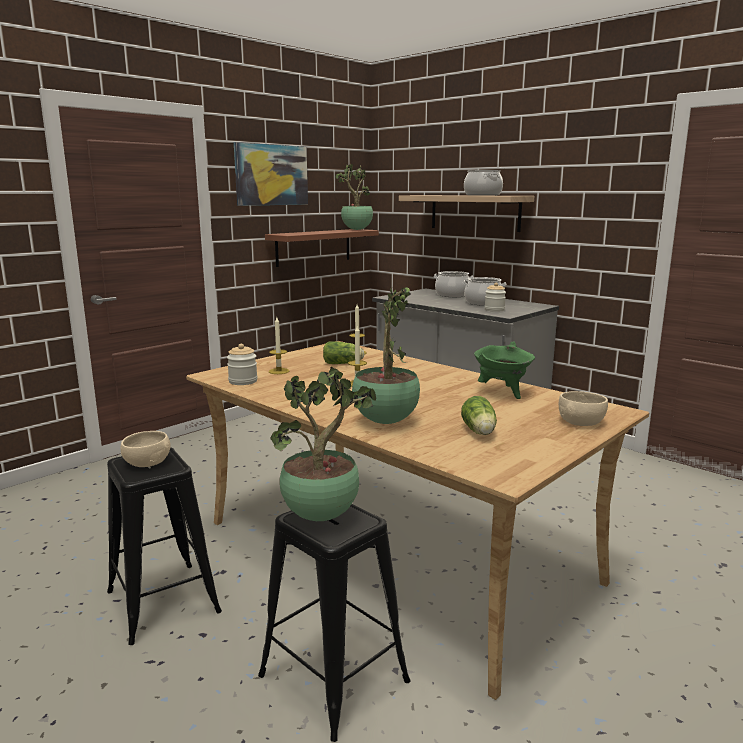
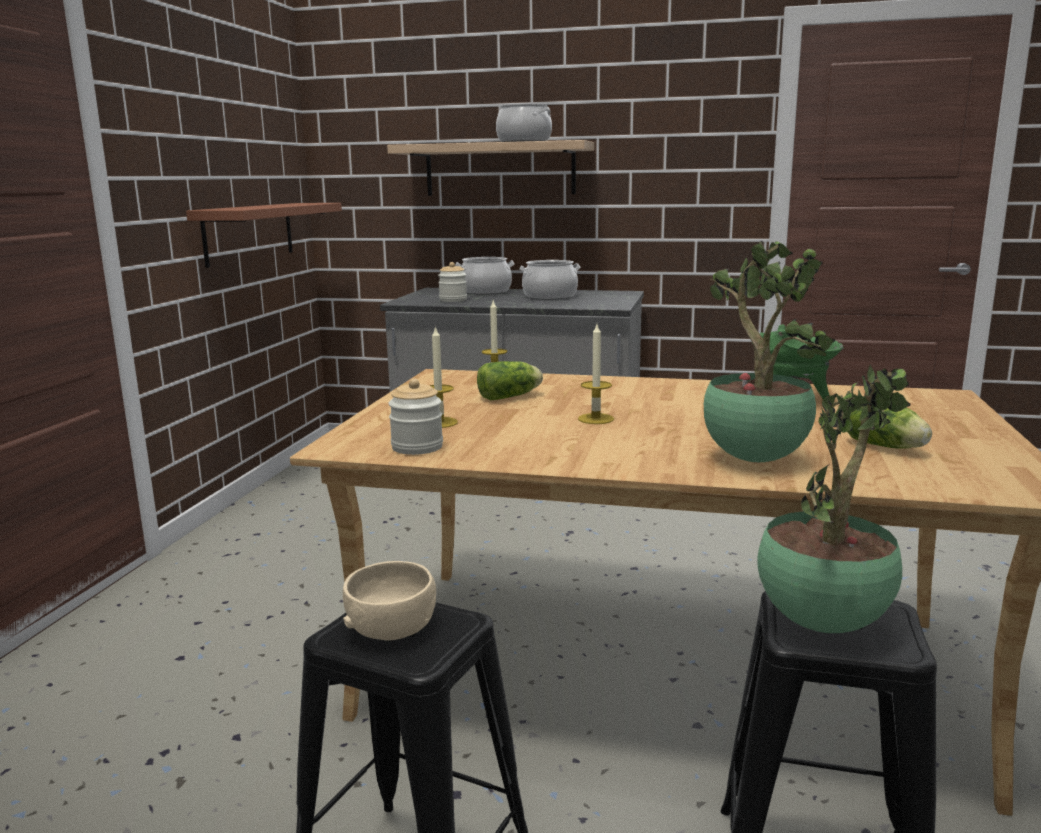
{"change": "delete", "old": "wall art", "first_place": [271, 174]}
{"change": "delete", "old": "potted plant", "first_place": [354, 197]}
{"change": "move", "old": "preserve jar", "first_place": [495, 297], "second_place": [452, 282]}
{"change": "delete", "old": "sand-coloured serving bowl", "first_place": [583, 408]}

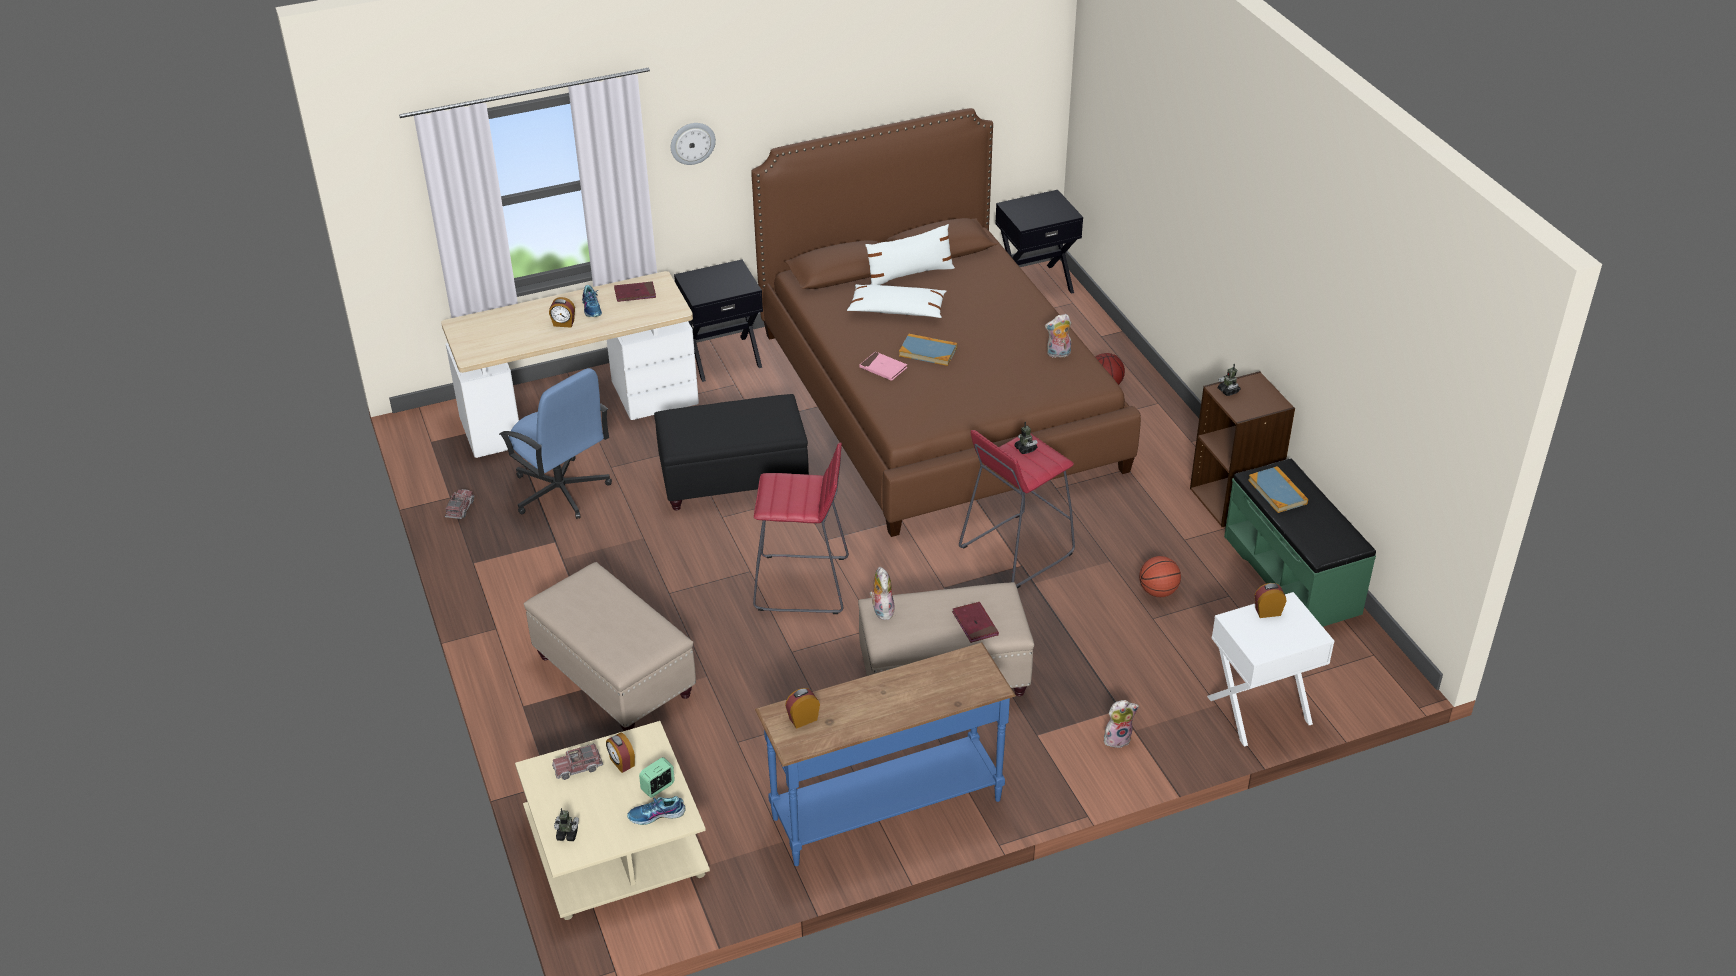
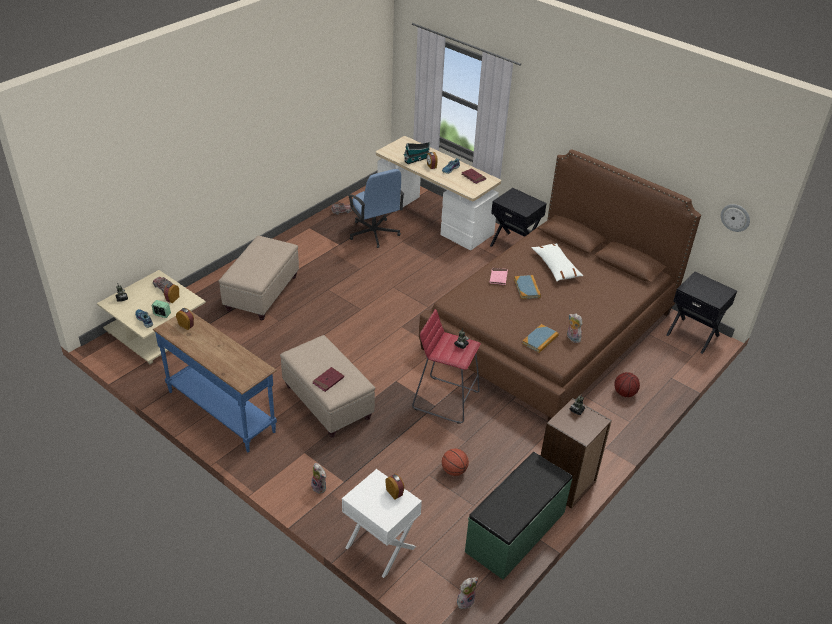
{"change": "rotate", "old": "blue desk chair", "first_place": [555, 443], "second_place": [376, 208], "degrees": -45}
{"change": "delete", "old": "black-coloured pouffe", "first_place": [731, 452]}
{"change": "move", "old": "wall clock", "first_place": [693, 144], "second_place": [735, 218]}
{"change": "delete", "old": "reddish stool seat", "first_place": [801, 528]}
{"change": "delete", "old": "white-coloured cushion", "first_place": [910, 254]}
{"change": "move", "old": "soft toy", "first_place": [882, 593], "second_place": [467, 593]}
{"change": "move", "old": "volume", "first_place": [1278, 489], "second_place": [540, 338]}
{"change": "insert", "new": "miniature house", "second_place": [417, 153]}

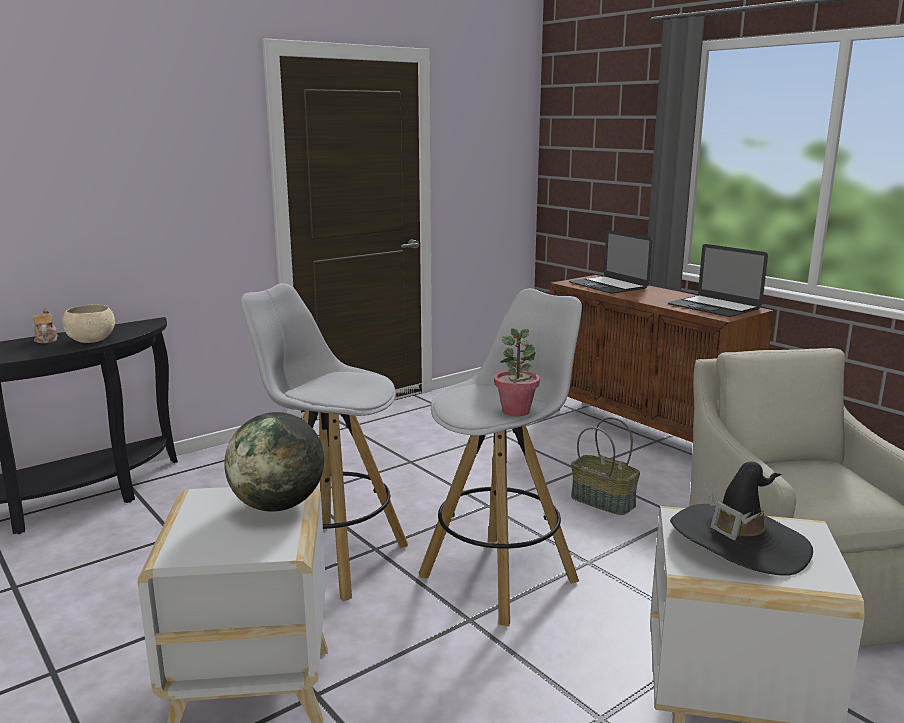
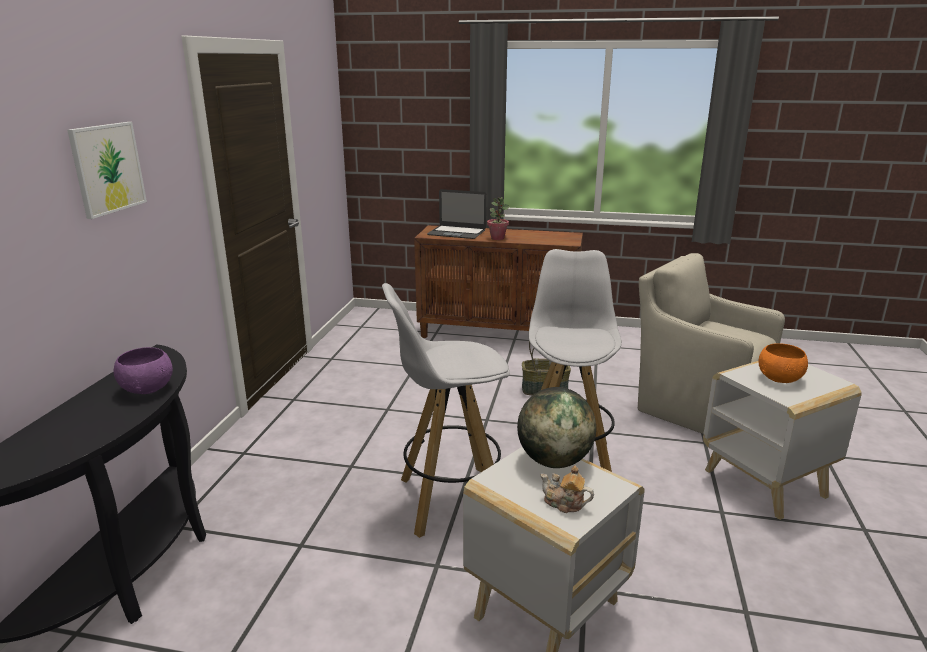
{"change": "move", "old": "tea pot", "first_place": [45, 325], "second_place": [567, 489]}
{"change": "recolor", "old": "sand-coloured serving bowl", "new": "purplish serving bowl", "first_place": [88, 323], "second_place": [143, 370]}
{"change": "move", "old": "potted plant", "first_place": [517, 372], "second_place": [498, 218]}
{"change": "delete", "old": "laptop", "first_place": [718, 280]}
{"change": "replace", "old": "black-coloured clothing hat", "new": "orange-coloured serving bowl", "first_place": [741, 518], "second_place": [783, 363]}
{"change": "insert", "new": "wall art", "second_place": [107, 170]}

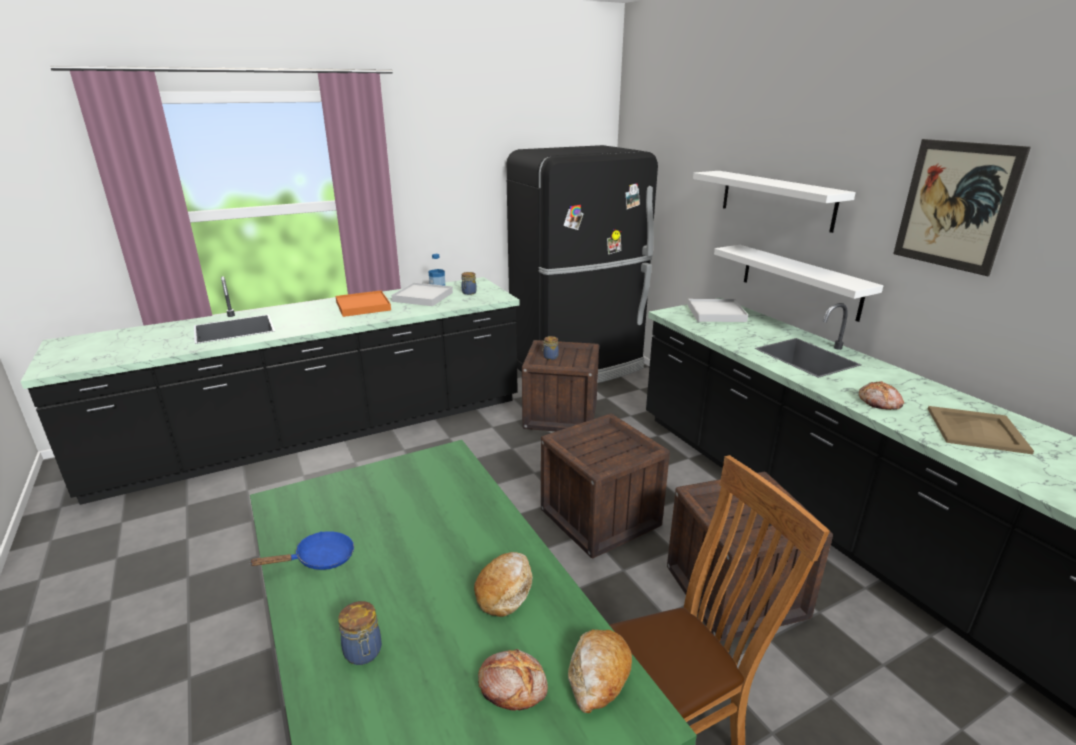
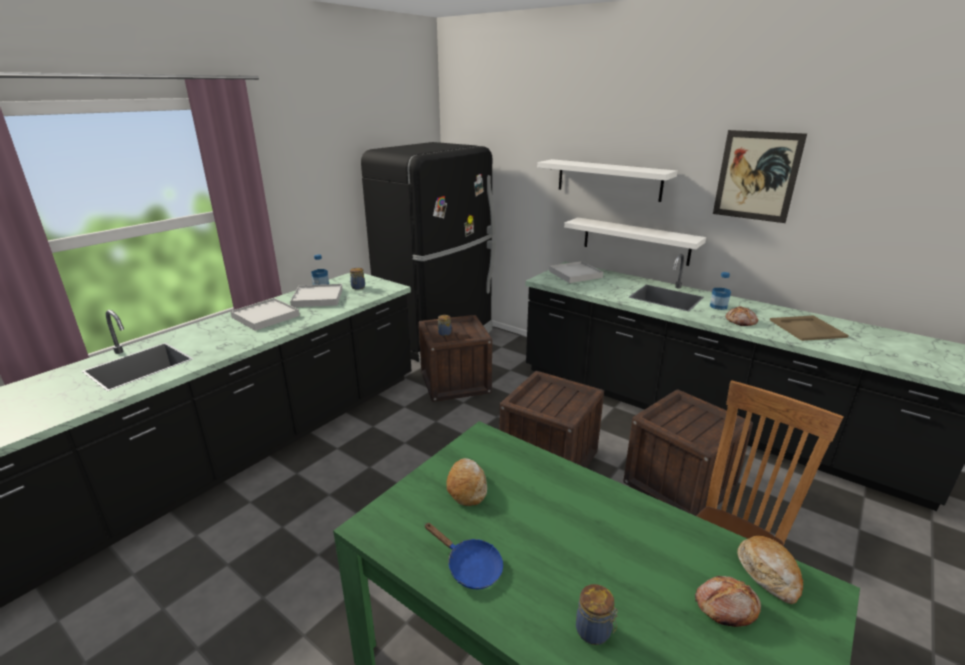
{"change": "rotate", "old": "blue frying pan", "first_place": [301, 550], "second_place": [463, 556], "degrees": 90}
{"change": "recolor", "old": "orange-coloured carrying tray", "new": "white-coloured carrying tray", "first_place": [363, 303], "second_place": [265, 314]}
{"change": "move", "old": "bread", "first_place": [503, 584], "second_place": [466, 482]}
{"change": "insert", "new": "drink bottle", "second_place": [720, 291]}

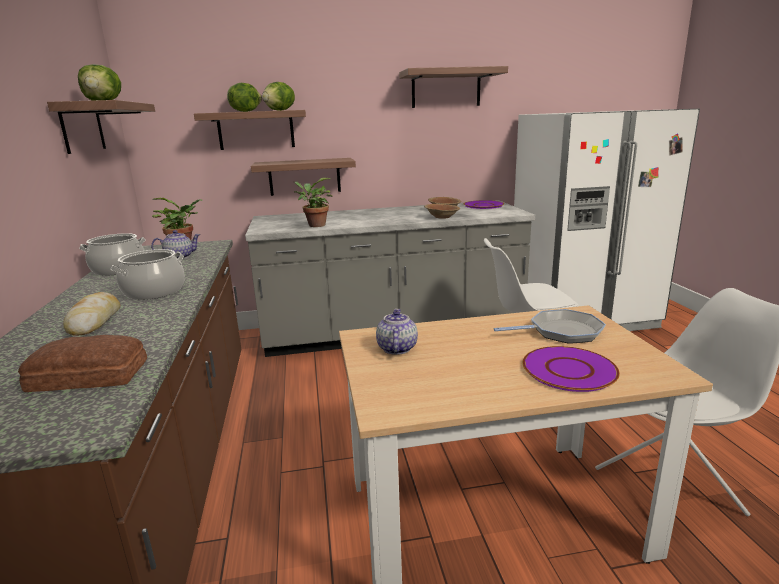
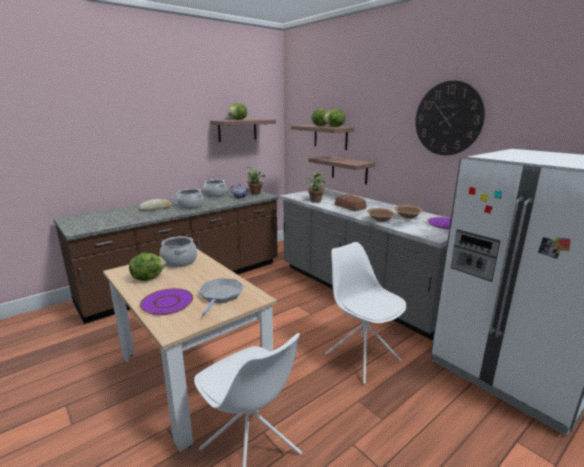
{"change": "move", "old": "bread", "first_place": [82, 363], "second_place": [350, 203]}
{"change": "replace", "old": "tea pot", "new": "stockpot", "first_place": [397, 332], "second_place": [178, 251]}
{"change": "replace", "old": "bracket shelf", "new": "wall clock", "first_place": [453, 87], "second_place": [450, 117]}
{"change": "rotate", "old": "frying pan", "first_place": [550, 326], "second_place": [221, 296], "degrees": -135}
{"change": "insert", "new": "head of lettuce", "second_place": [147, 267]}

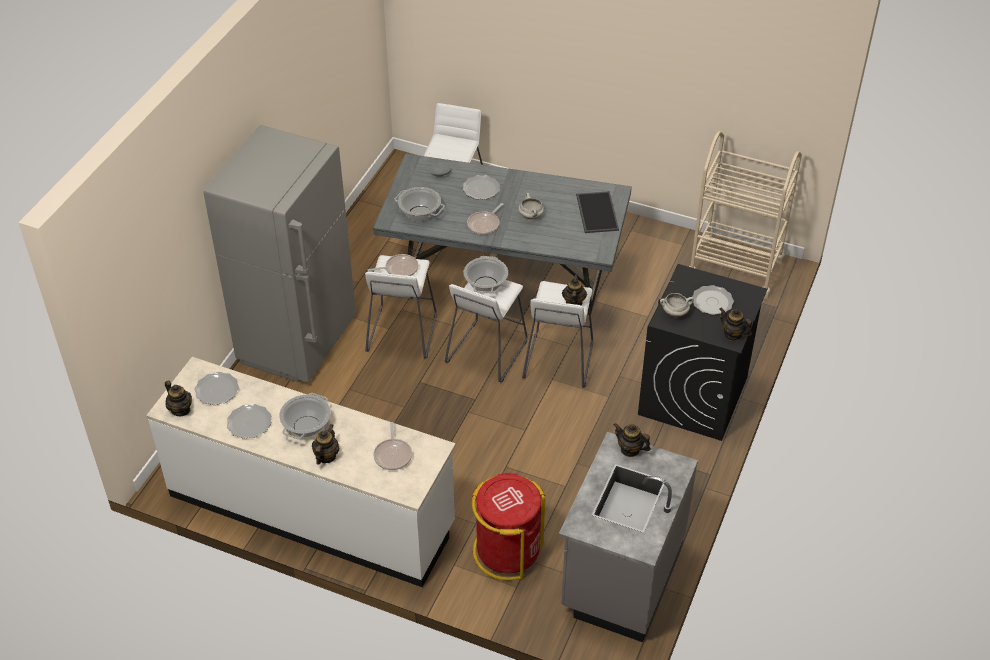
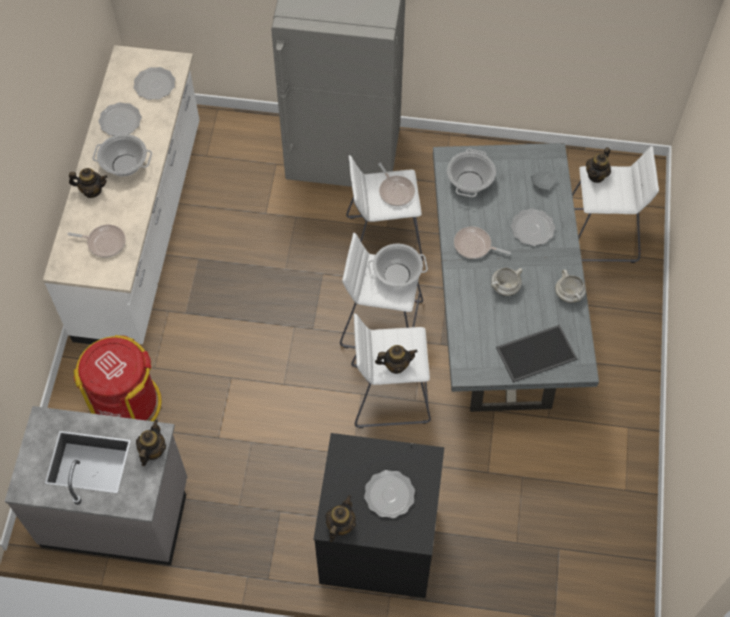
{"change": "move", "old": "tea pot", "first_place": [178, 398], "second_place": [598, 165]}
{"change": "rotate", "old": "frying pan", "first_place": [392, 446], "second_place": [97, 241], "degrees": -150}
{"change": "move", "old": "white-coloured stockpot", "first_place": [677, 305], "second_place": [570, 286]}
{"change": "delete", "old": "sand-coloured cart", "first_place": [745, 215]}

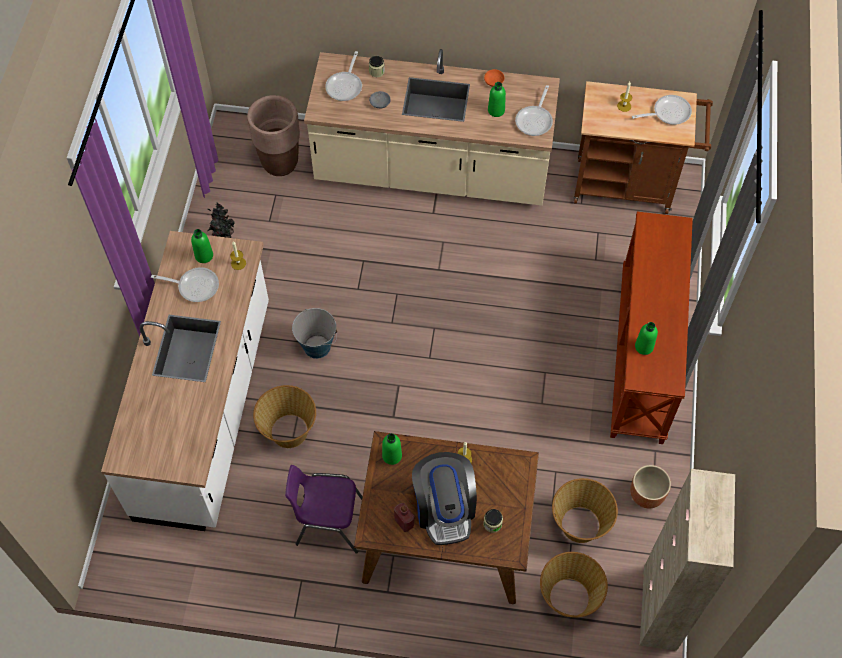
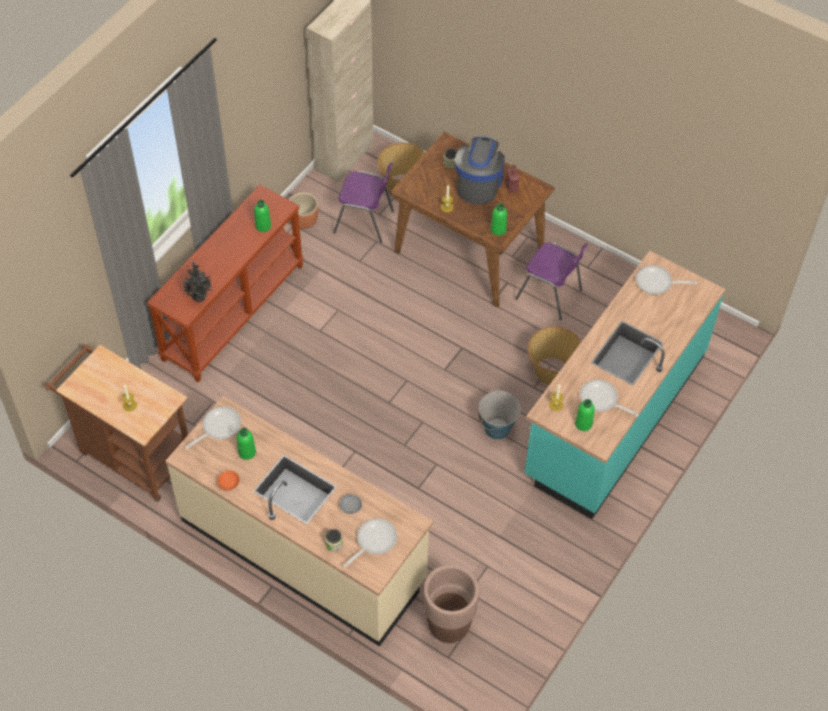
{"change": "recolor", "old": "white-coloured kitchen counter", "new": "turquoise-coloured kitchen counter", "first_place": [185, 381], "second_place": [625, 385]}
{"change": "move", "old": "potted plant", "first_place": [221, 220], "second_place": [197, 281]}
{"change": "replace", "old": "household basket", "new": "purplish chair", "first_place": [585, 510], "second_place": [363, 203]}
{"change": "move", "old": "frying pan", "first_place": [662, 110], "second_place": [666, 279]}

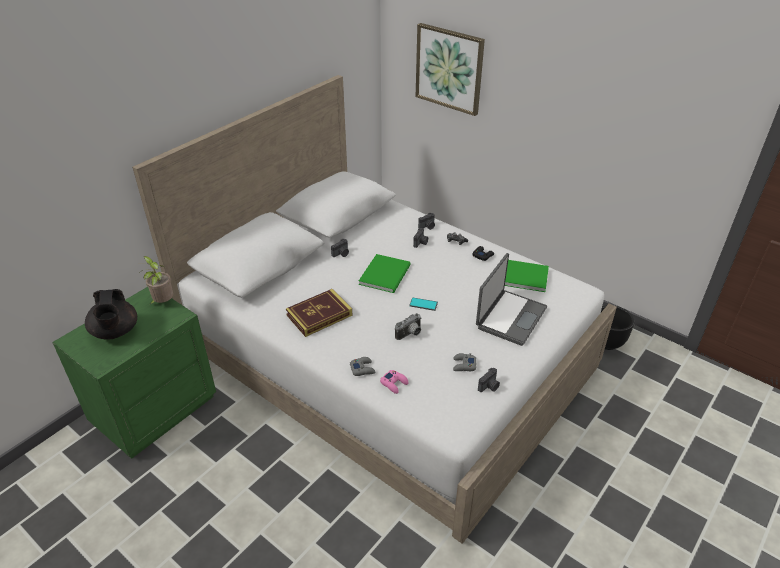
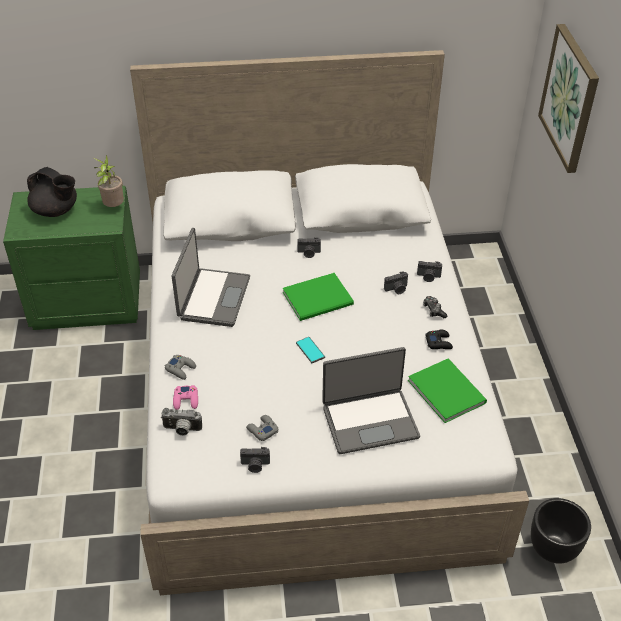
{"change": "rotate", "old": "black-coloured tea pot", "first_place": [111, 314], "second_place": [52, 192], "degrees": -90}
{"change": "replace", "old": "volume", "new": "laptop", "first_place": [319, 313], "second_place": [211, 277]}
{"change": "move", "old": "photo camera", "first_place": [408, 326], "second_place": [181, 422]}

